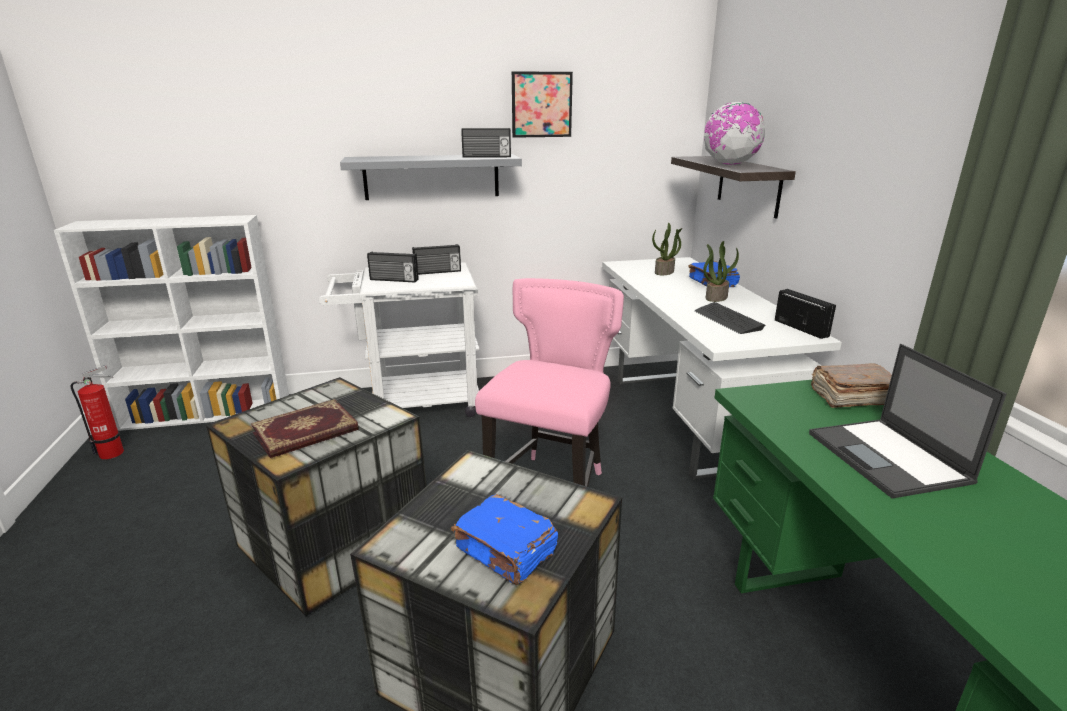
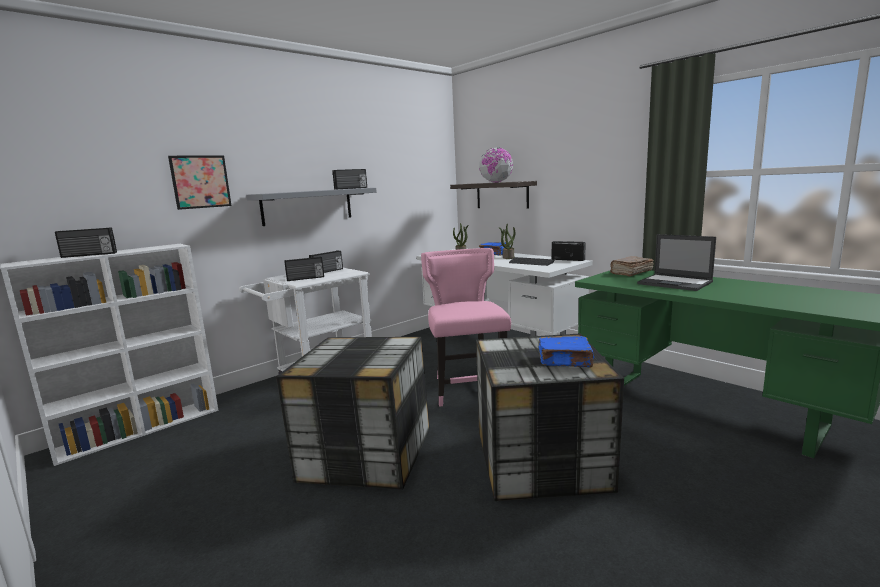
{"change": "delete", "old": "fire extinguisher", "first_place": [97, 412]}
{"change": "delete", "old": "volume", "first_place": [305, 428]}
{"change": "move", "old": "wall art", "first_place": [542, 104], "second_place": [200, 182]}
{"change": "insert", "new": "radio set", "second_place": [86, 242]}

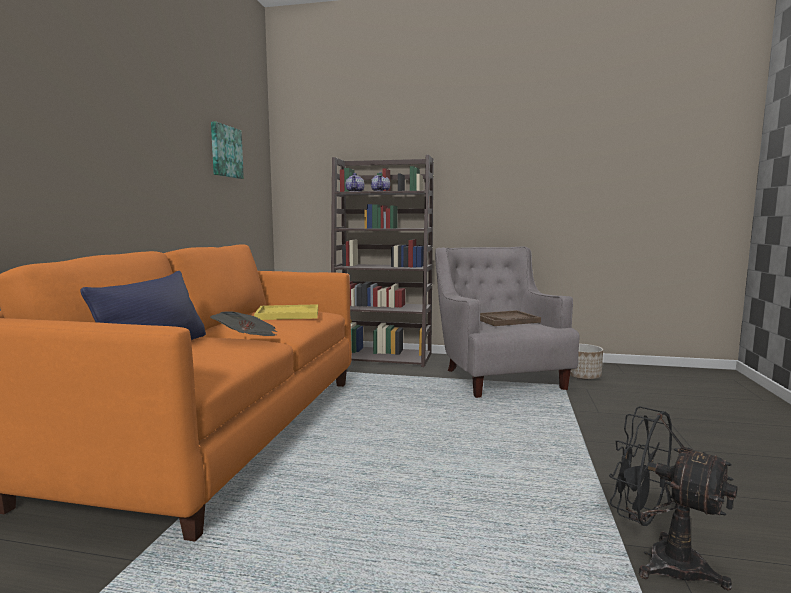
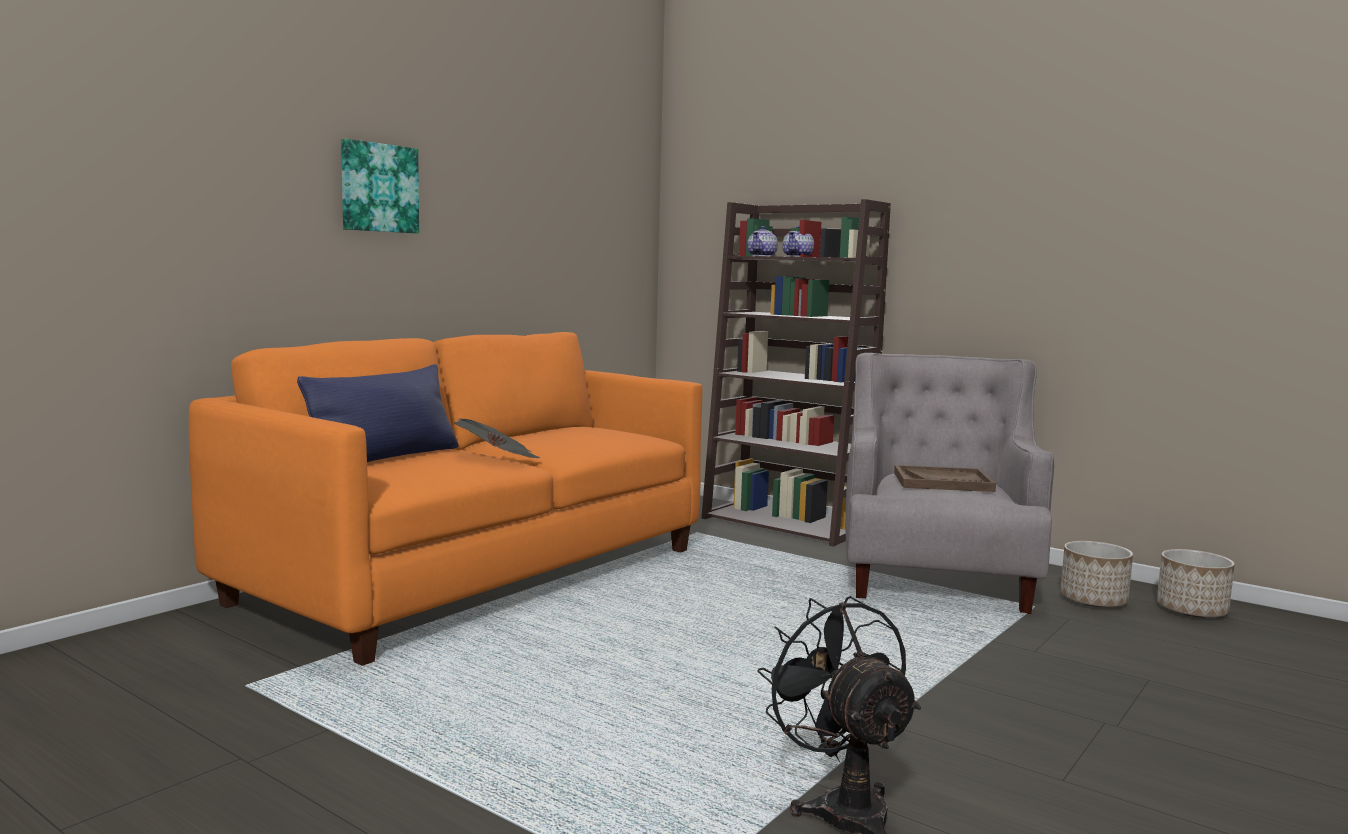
{"change": "move", "old": "wall art", "first_place": [227, 150], "second_place": [380, 186]}
{"change": "delete", "old": "yellowish carrying tray", "first_place": [286, 312]}
{"change": "insert", "new": "plant pot", "second_place": [1196, 583]}

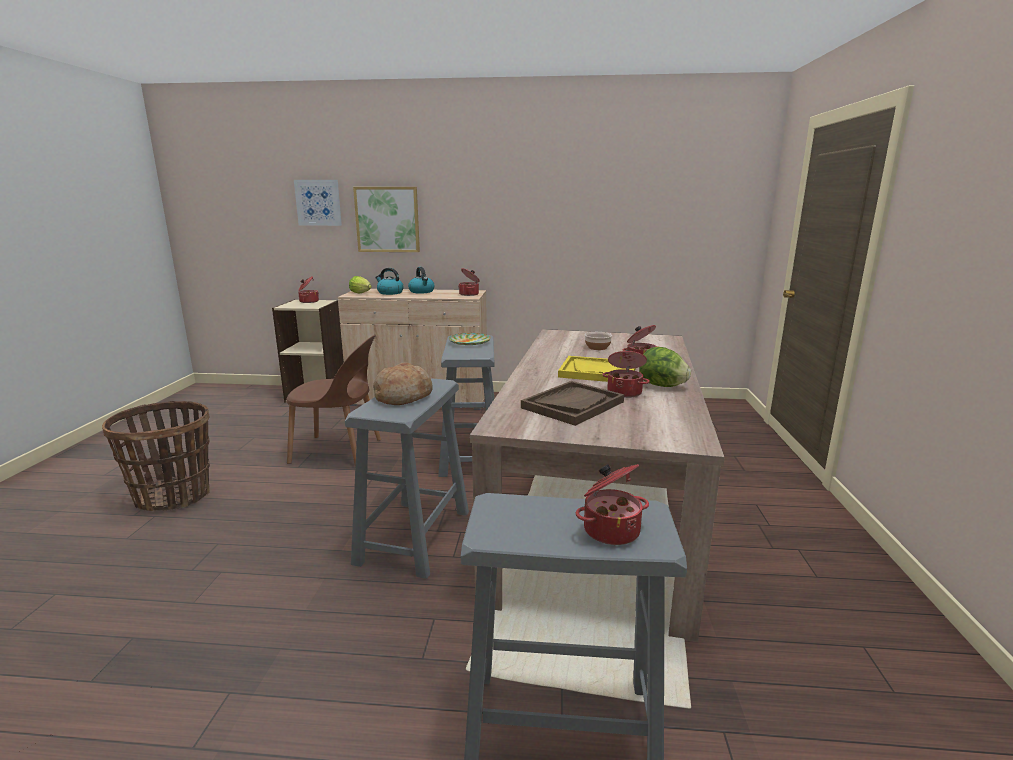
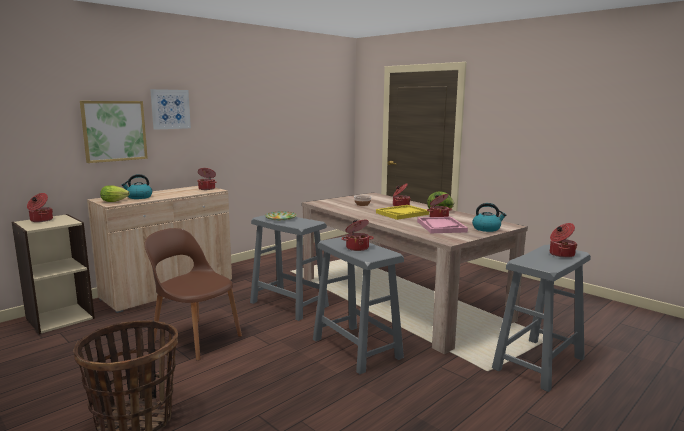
{"change": "rotate", "old": "brownish chair", "first_place": [333, 400], "second_place": [193, 294], "degrees": -105}
{"change": "move", "old": "wall art", "first_place": [318, 203], "second_place": [170, 109]}
{"change": "replace", "old": "bread", "new": "stockpot", "first_place": [403, 383], "second_place": [357, 235]}
{"change": "move", "old": "kettle", "first_place": [421, 280], "second_place": [489, 217]}
{"change": "recolor", "old": "brownish carrying tray", "new": "pink-coloured carrying tray", "first_place": [572, 403], "second_place": [442, 225]}

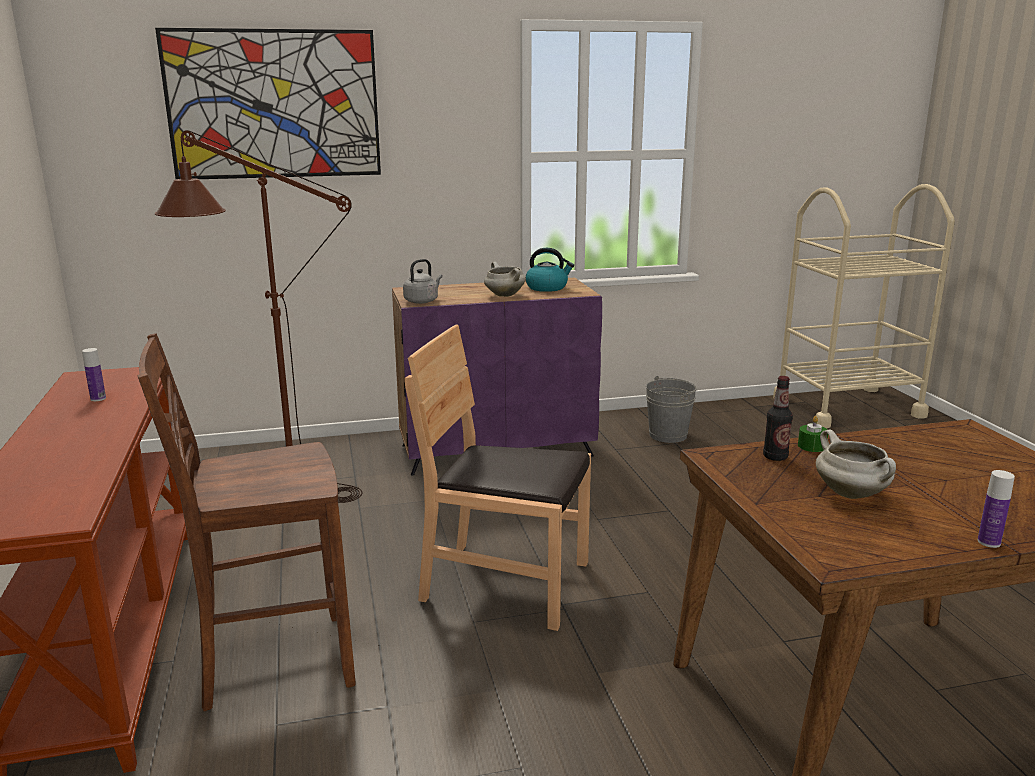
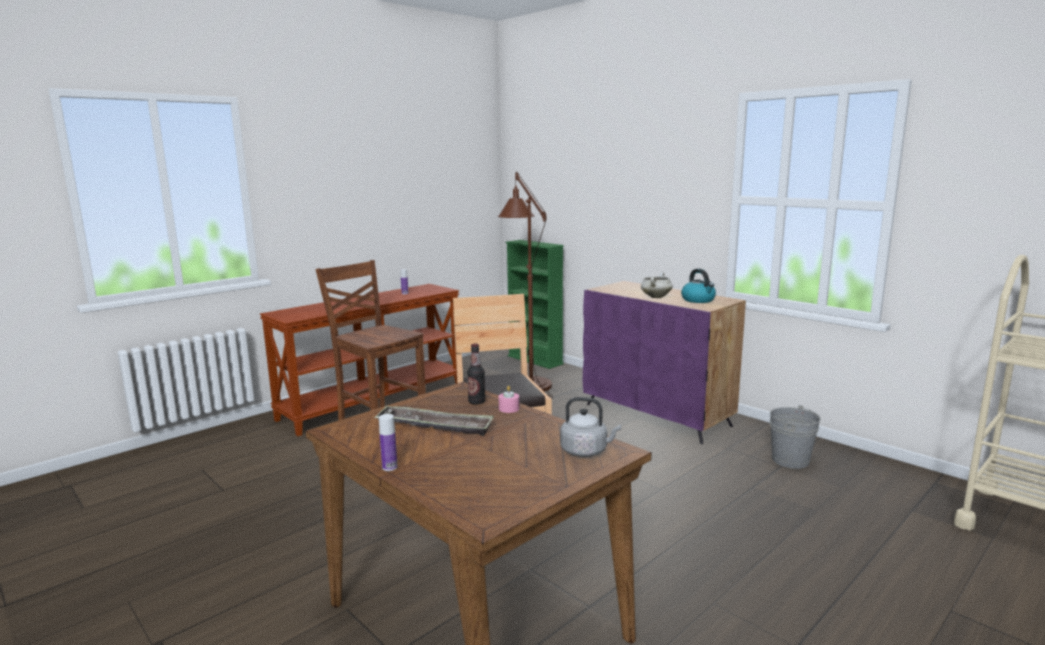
{"change": "delete", "old": "wall art", "first_place": [268, 103]}
{"change": "move", "old": "gray kettle", "first_place": [423, 281], "second_place": [590, 427]}
{"change": "recolor", "old": "green wax light", "new": "pink-coloured wax light", "first_place": [813, 434], "second_place": [509, 399]}
{"change": "replace", "old": "white-coloured stockpot", "new": "carrying tray", "first_place": [856, 464], "second_place": [434, 420]}
{"change": "insert", "new": "green bookcase", "second_place": [534, 304]}

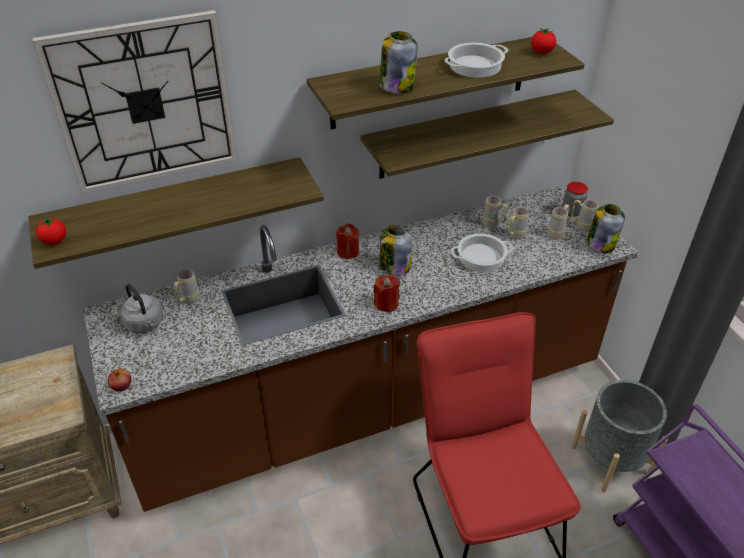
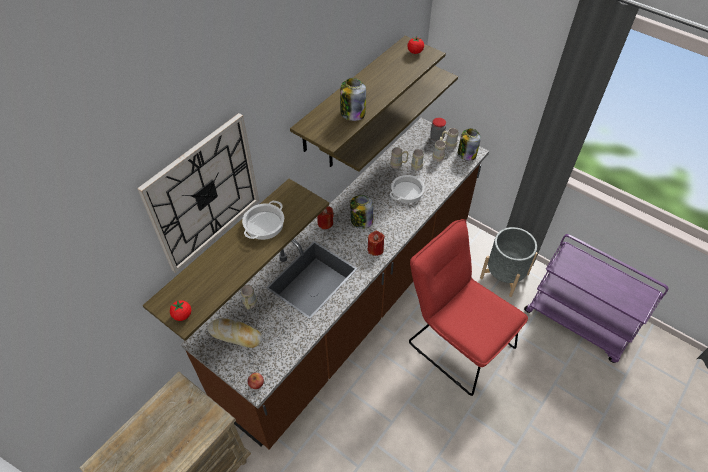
{"change": "replace", "old": "gray kettle", "new": "bread", "first_place": [141, 308], "second_place": [235, 333]}
{"change": "move", "old": "stockpot", "first_place": [477, 60], "second_place": [263, 220]}

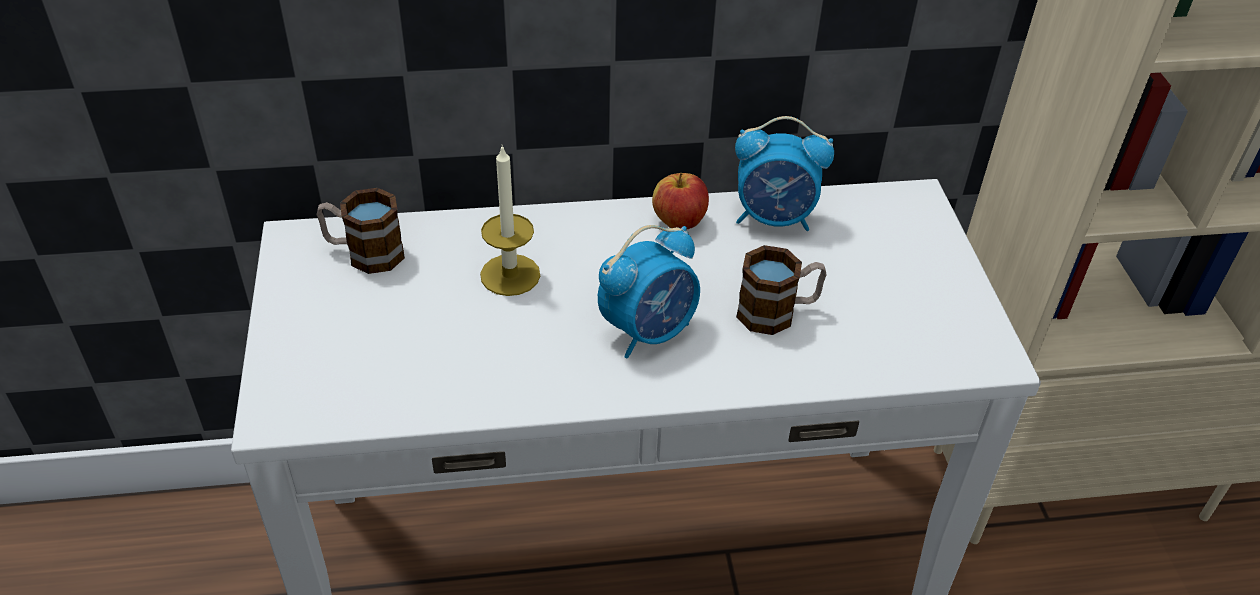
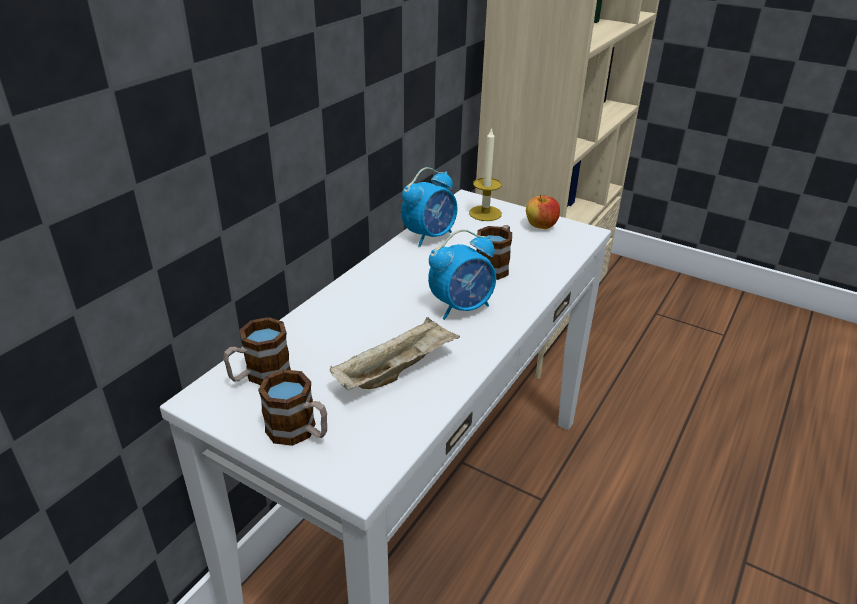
{"change": "move", "old": "wax light", "first_place": [510, 220], "second_place": [485, 174]}
{"change": "rotate", "old": "alarm clock", "first_place": [649, 291], "second_place": [462, 274], "degrees": 60}
{"change": "move", "old": "apple", "first_place": [680, 201], "second_place": [543, 212]}
{"change": "insert", "new": "tea mug", "second_place": [292, 407]}
{"change": "insert", "new": "sand-coloured carrying tray", "second_place": [395, 353]}

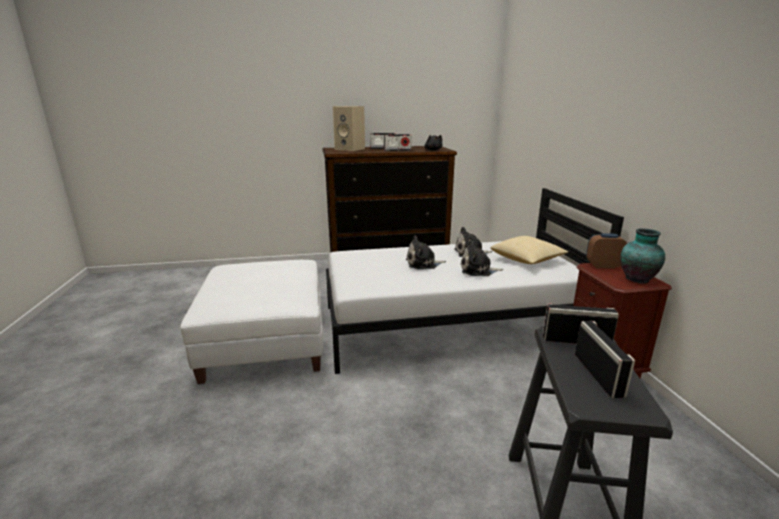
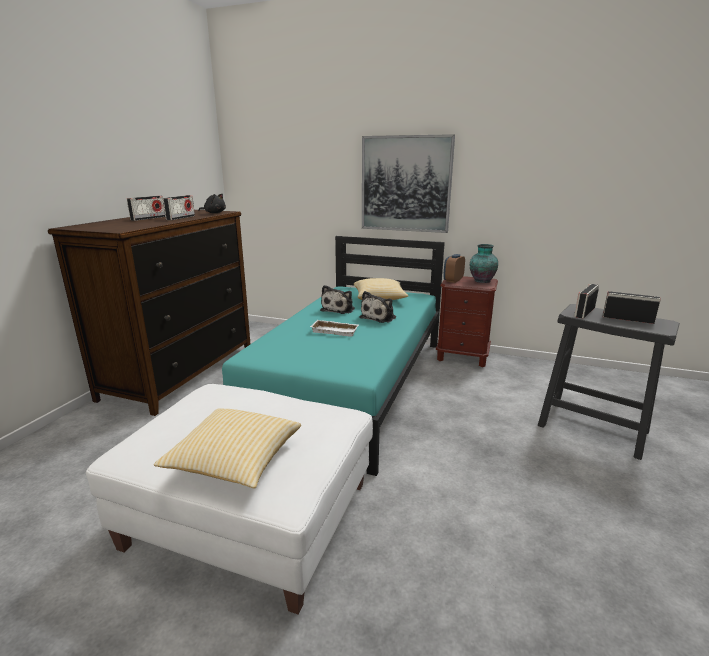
{"change": "recolor", "old": "white-coloured bedroom bed", "new": "turquoise-coloured bedroom bed", "first_place": [475, 281], "second_place": [333, 356]}
{"change": "delete", "old": "sand-coloured audio speaker", "first_place": [349, 128]}
{"change": "replace", "old": "soft toy", "new": "white-coloured carrying tray", "first_place": [426, 252], "second_place": [334, 328]}
{"change": "insert", "new": "cushion", "second_place": [227, 448]}
{"change": "insert", "new": "wall art", "second_place": [408, 183]}

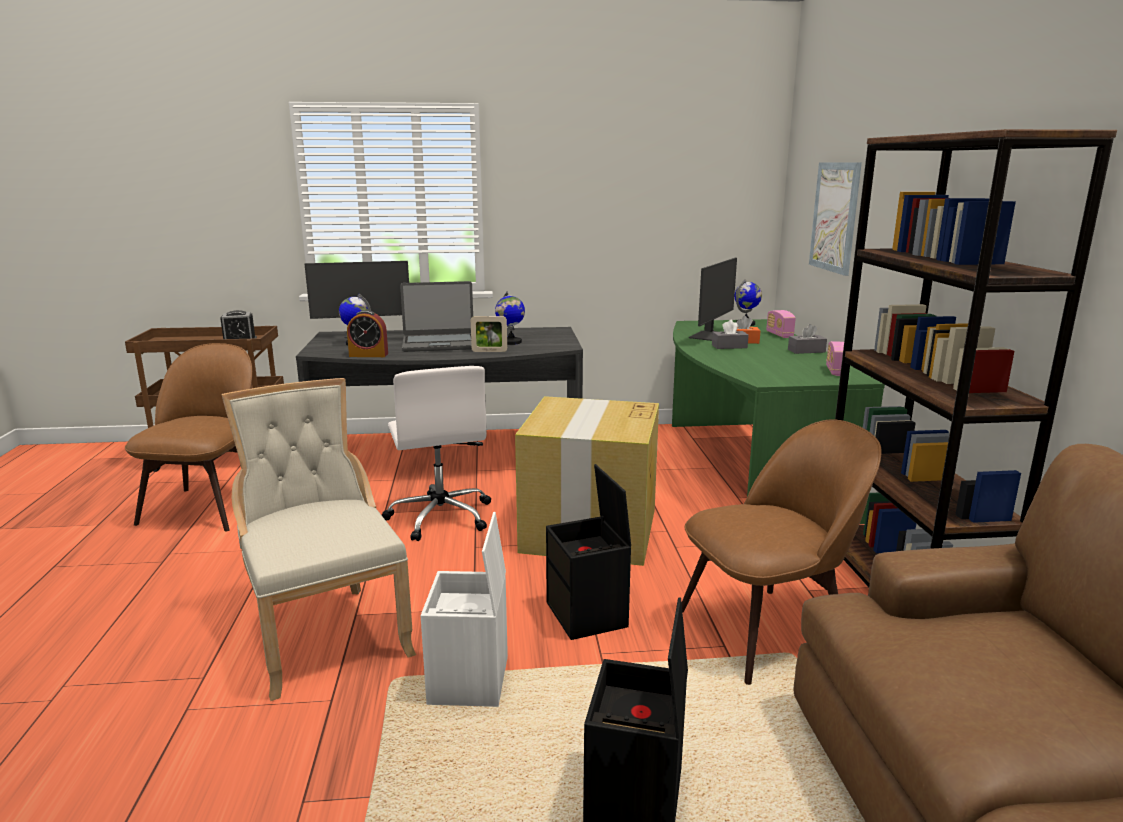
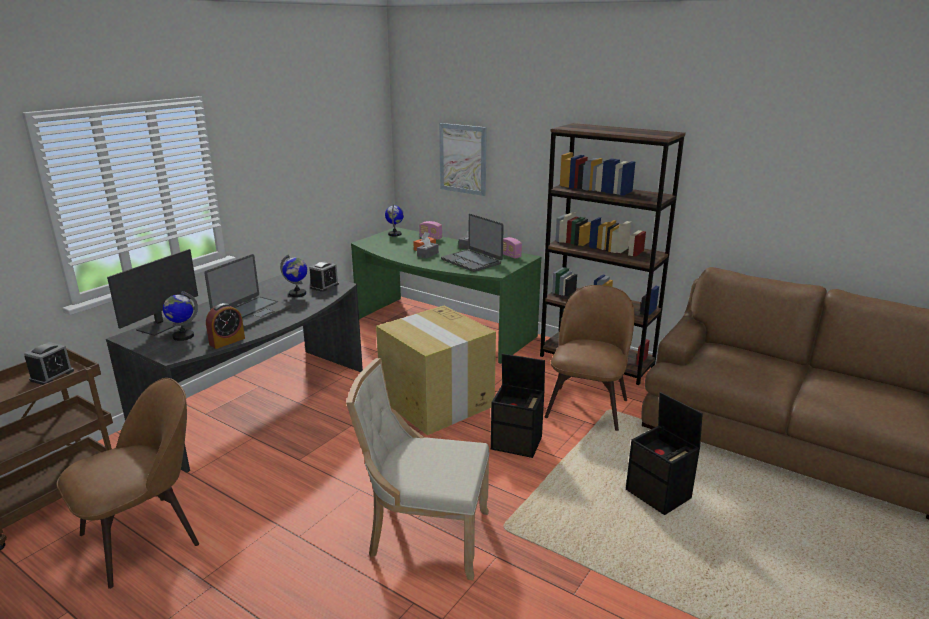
{"change": "rotate", "old": "brownish chair", "first_place": [188, 437], "second_place": [127, 483], "degrees": 90}
{"change": "delete", "old": "white-coloured desk chair", "first_place": [436, 453]}
{"change": "delete", "old": "white-coloured storage box", "first_place": [464, 609]}
{"change": "delete", "old": "standing frame", "first_place": [489, 334]}
{"change": "delete", "old": "computer screen", "first_place": [713, 299]}
{"change": "insert", "new": "alarm clock", "second_place": [324, 276]}
{"change": "insert", "new": "laptop", "second_place": [472, 243]}

